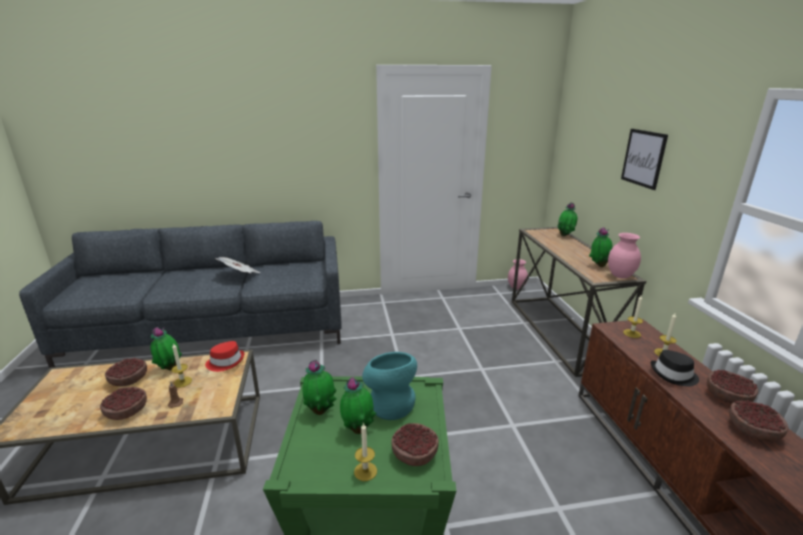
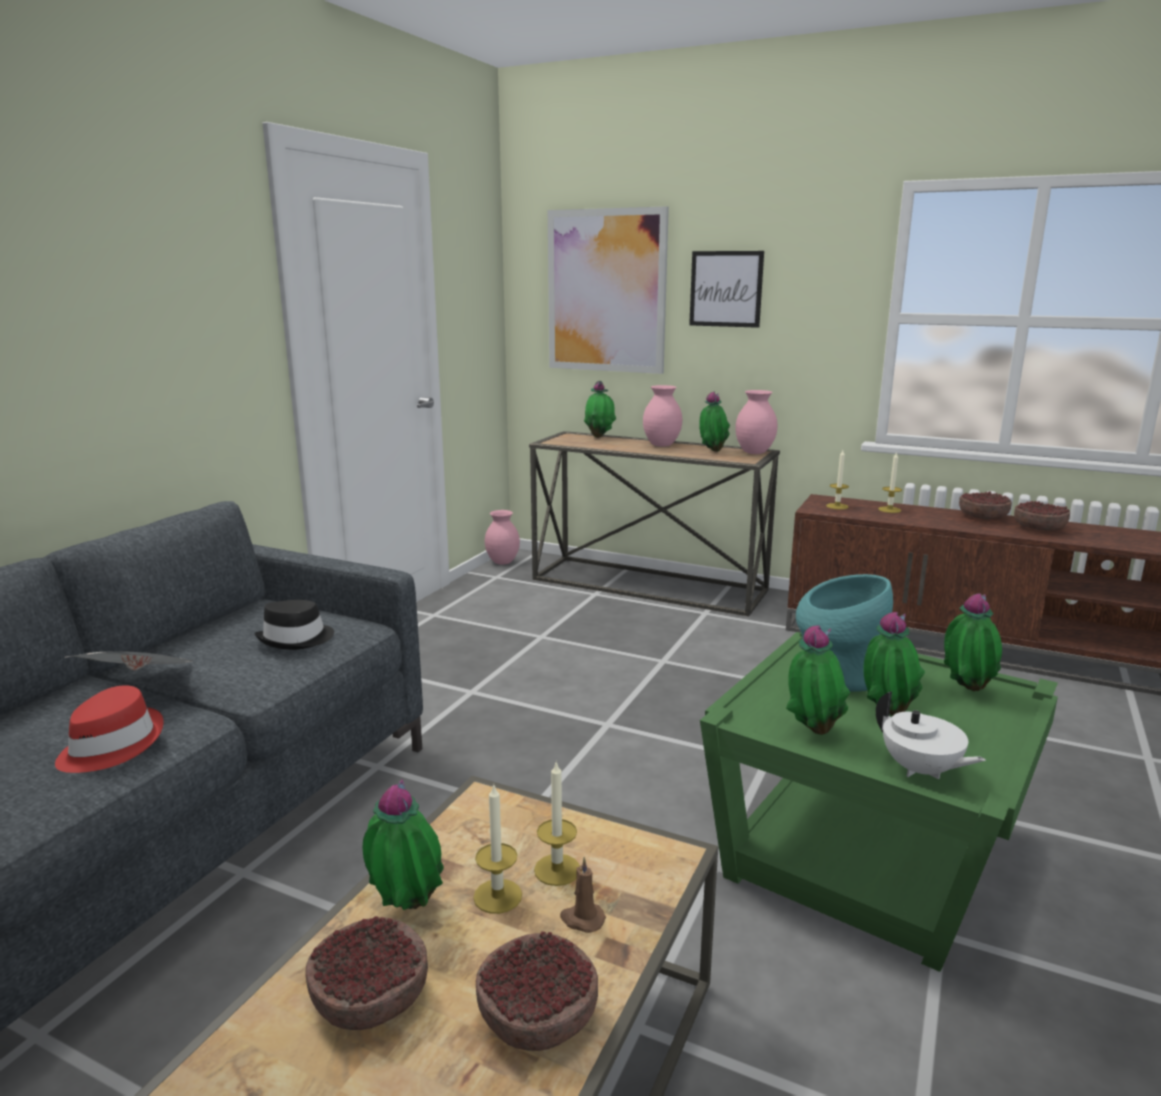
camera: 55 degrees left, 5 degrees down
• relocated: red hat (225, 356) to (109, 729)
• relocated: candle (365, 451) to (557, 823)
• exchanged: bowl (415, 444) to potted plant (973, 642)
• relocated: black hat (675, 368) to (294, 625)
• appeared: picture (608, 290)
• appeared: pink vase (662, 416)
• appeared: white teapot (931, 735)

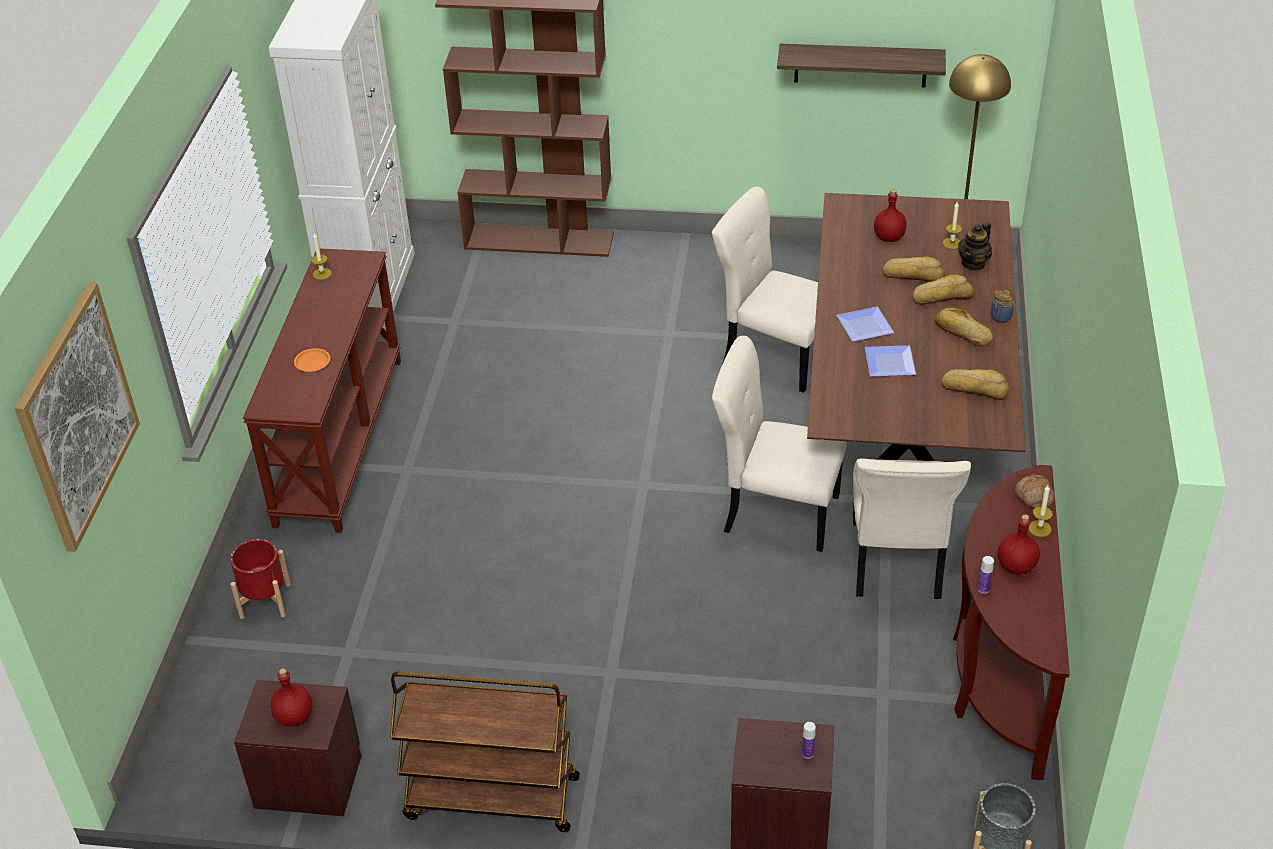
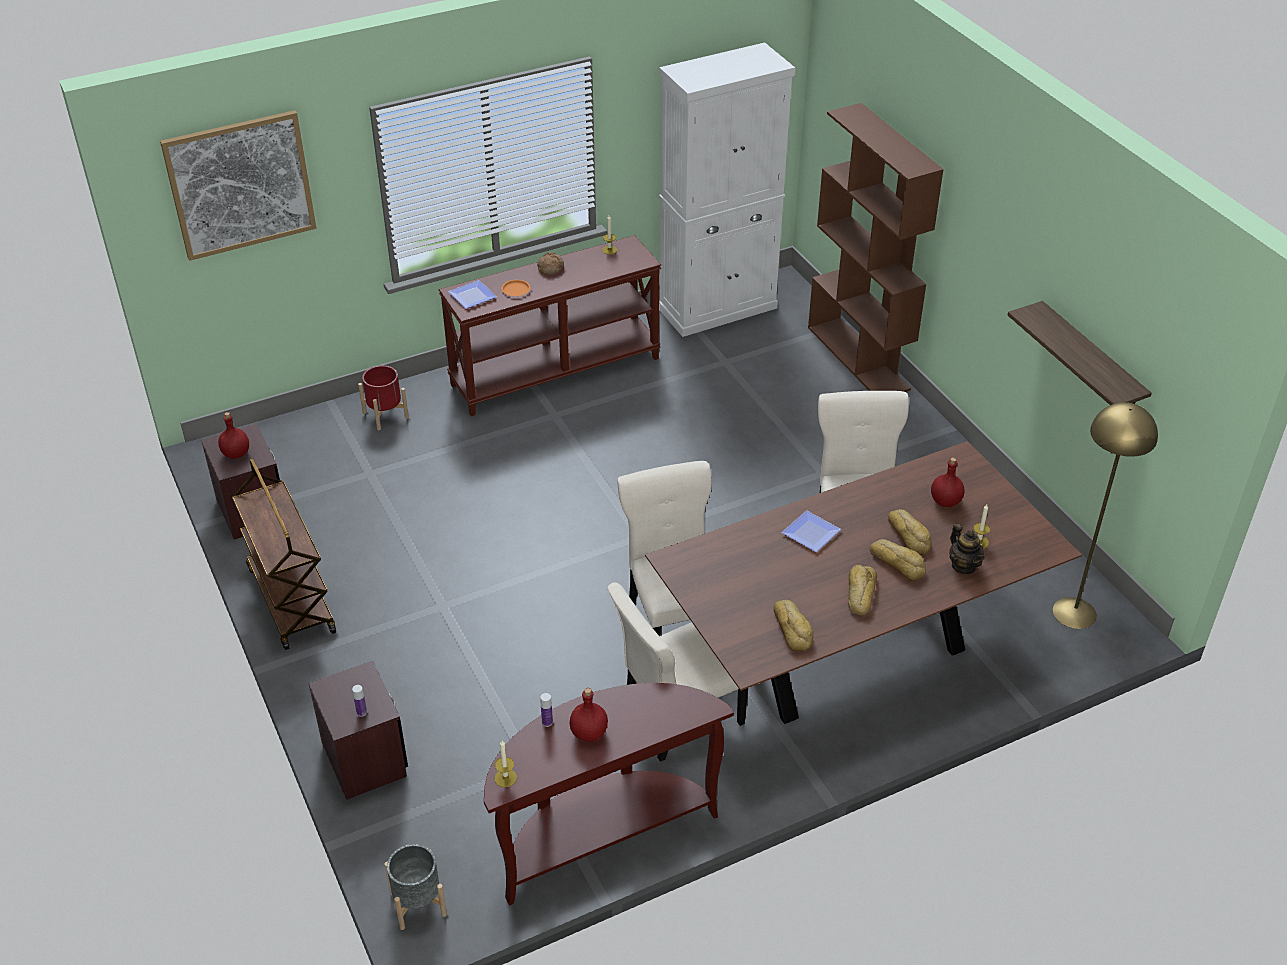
camera: 55 degrees right, 0 degrees up
• relocated: plate (890, 361) to (472, 294)
• spun: teapot (975, 246) = (967, 549) 120 degrees counterclockwise
• missing: jar (1002, 305)
• relocated: bread (1034, 491) to (550, 263)
• relocated: candle (1040, 511) to (506, 763)

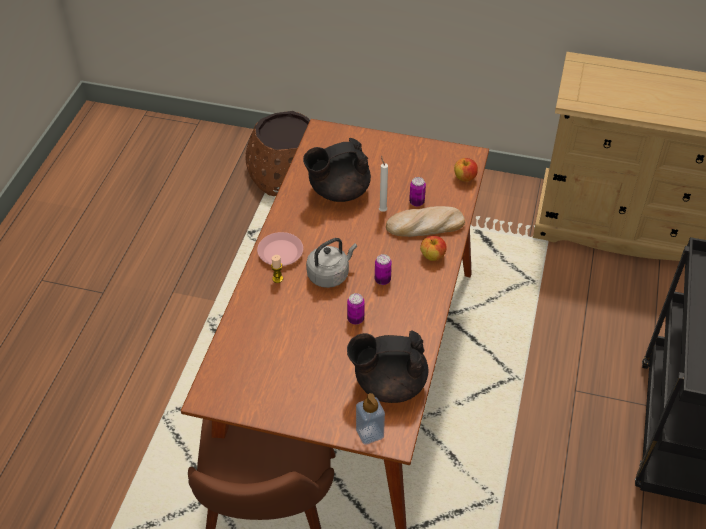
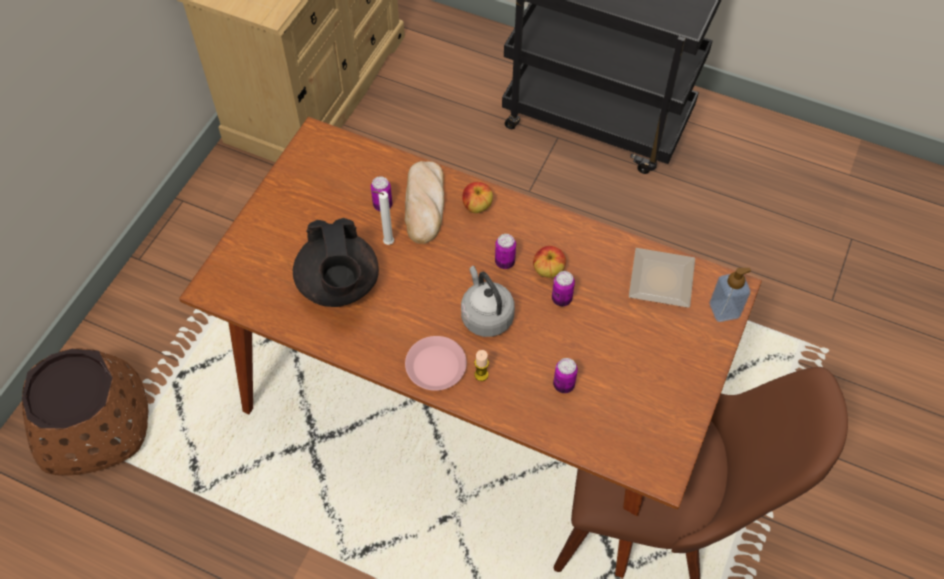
camera: 80 degrees left, 10 degrees up
• exchanged: black teapot (388, 366) to plate (662, 278)
• relocated: apple (466, 170) to (549, 262)
• appeared: can (565, 375)

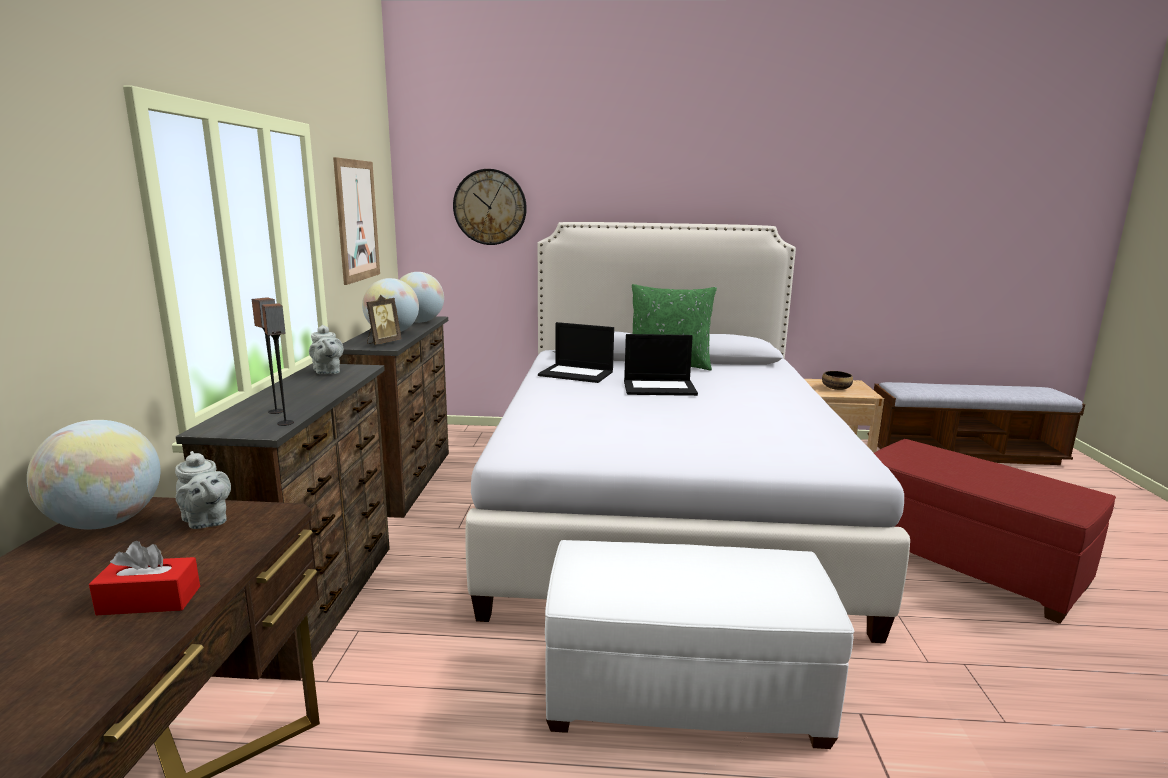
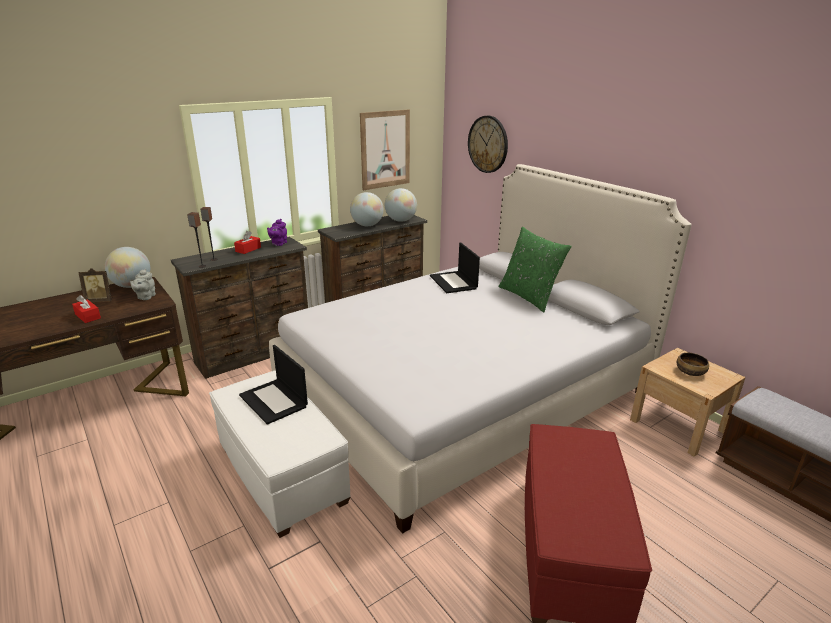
camera: 50 degrees right, 10 degrees up
• colour: grey teapot (326, 349) to purple teapot (277, 232)
• relocated: picture frame (384, 320) to (95, 285)
• relocated: laptop (661, 365) to (273, 385)
• appeared: red tissue box (247, 242)

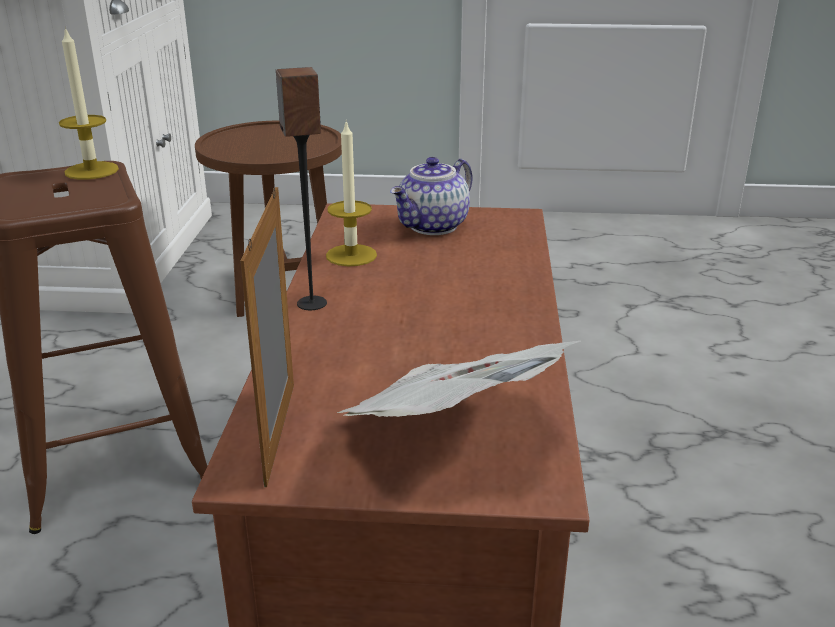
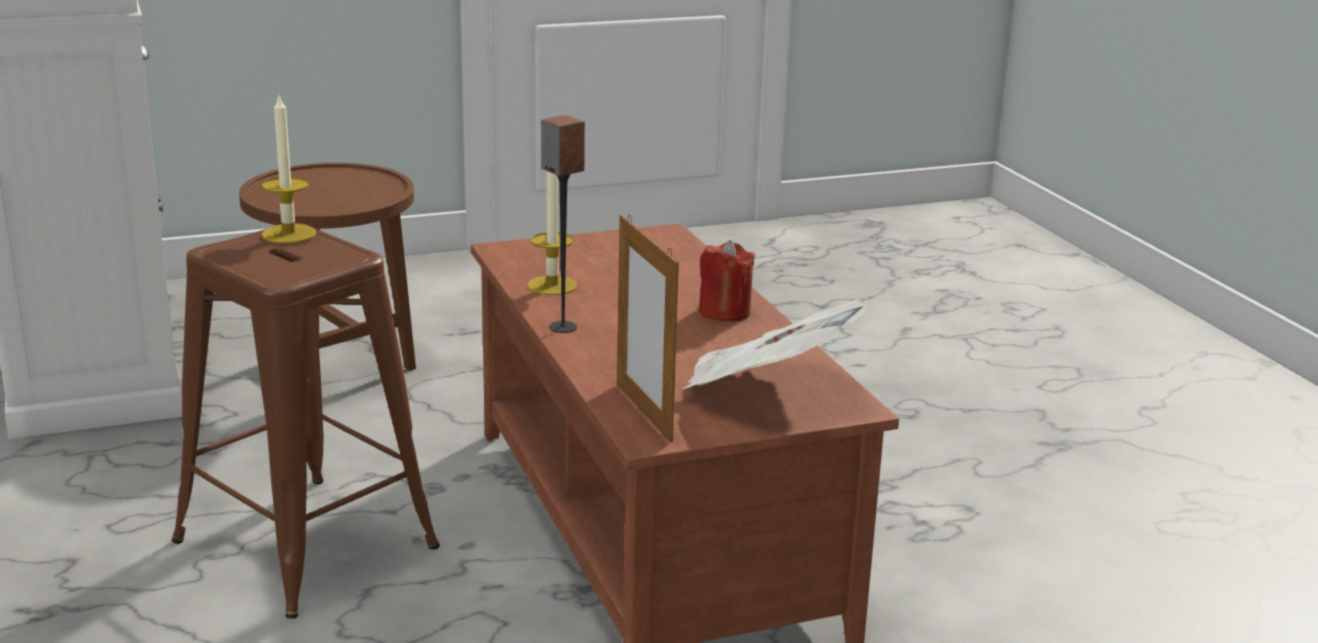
camera: 25 degrees left, 5 degrees down
• missing: teapot (431, 196)
• appeared: red candle (727, 280)

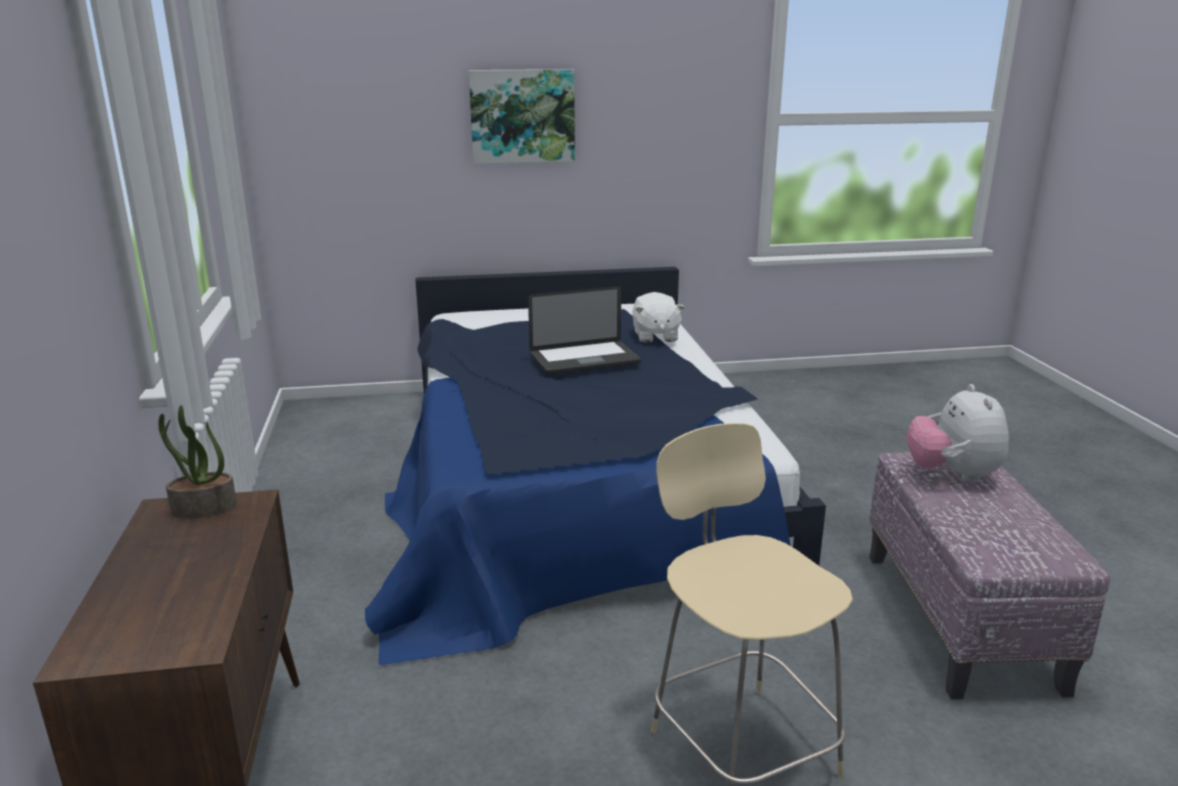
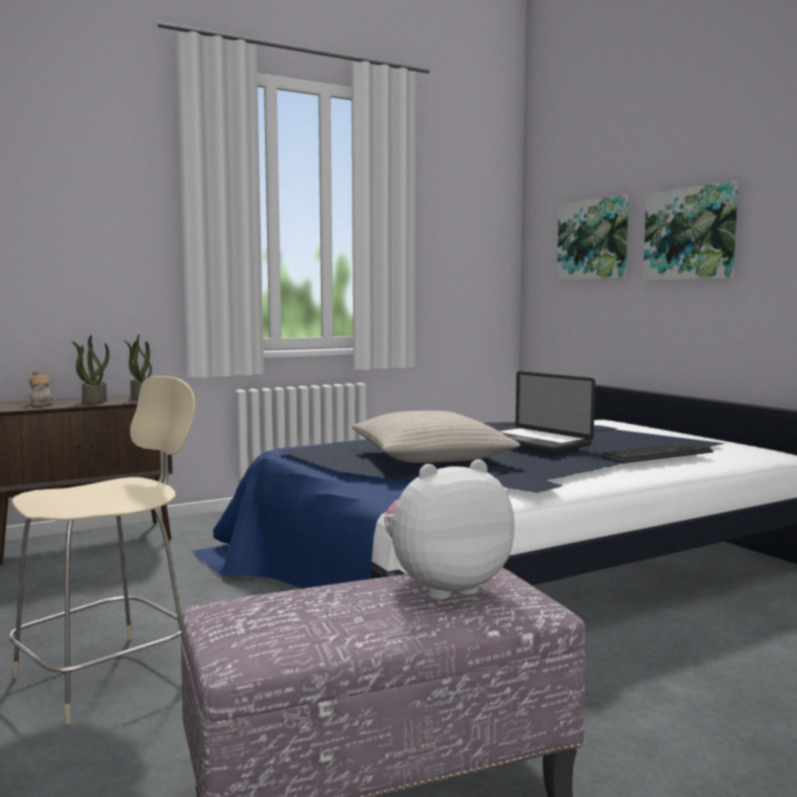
camera: 70 degrees right, 15 degrees down
• exchanged: white plush toy (658, 317) to keyboard (657, 453)
• appeared: teapot (41, 388)
• appeared: potted plant (91, 369)
• appeared: beige pillow (436, 437)
• appeared: picture (593, 238)

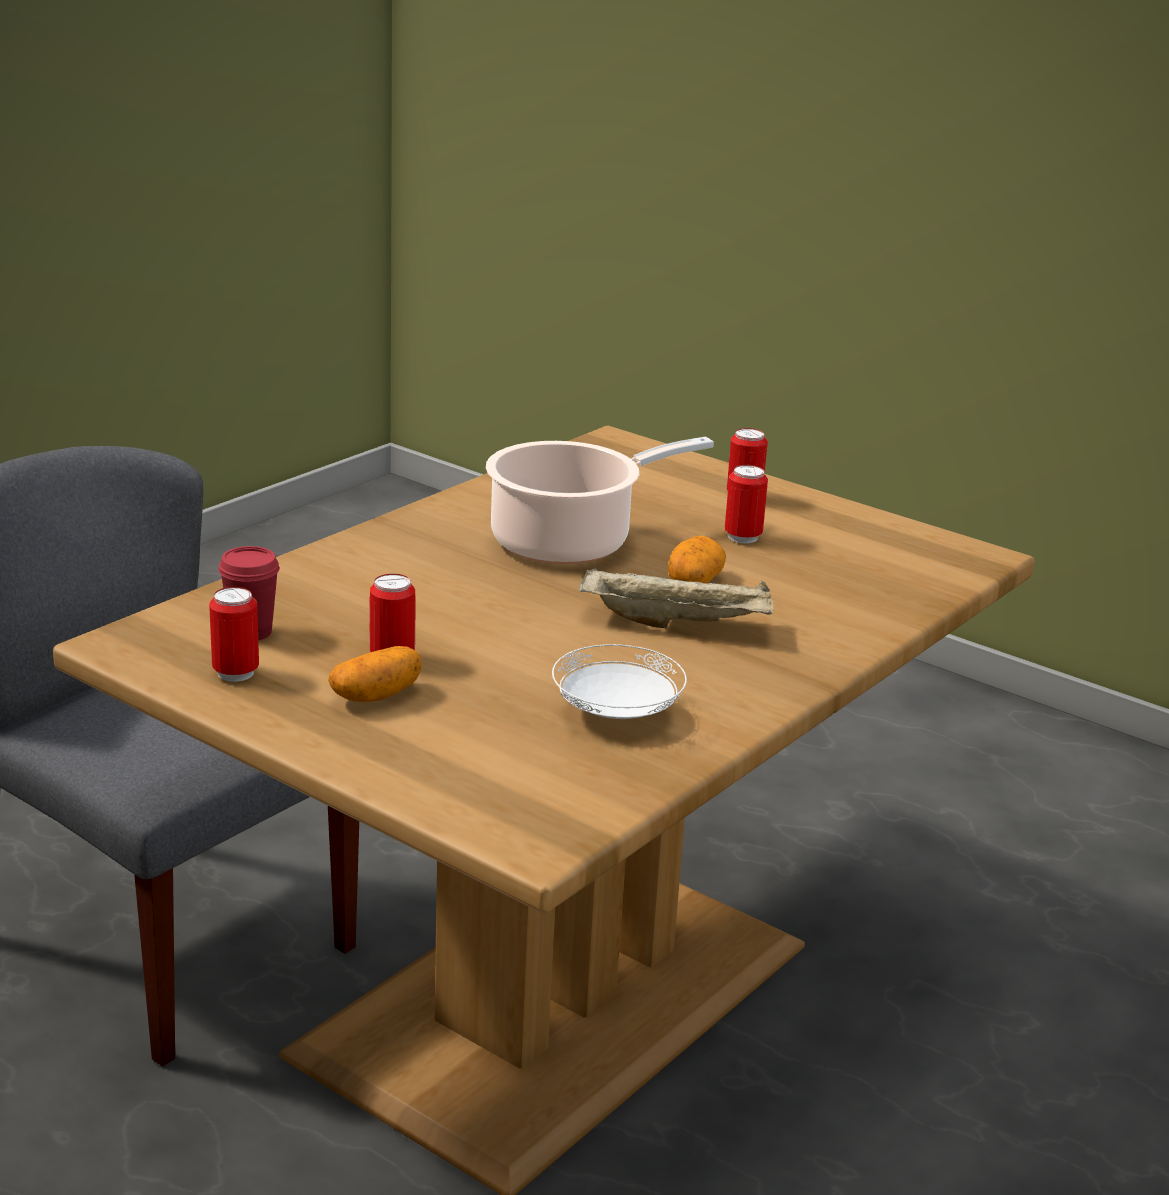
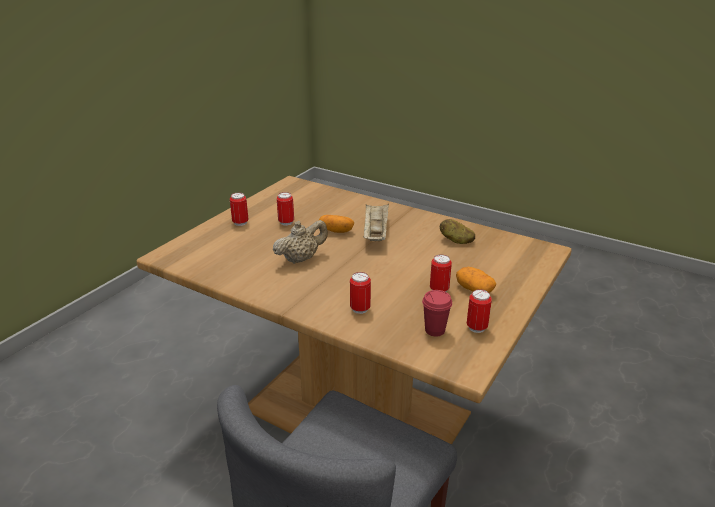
camera: 95 degrees left, 5 degrees up
• exchanged: cooking pot (600, 500) to beige teapot (300, 242)
• exchanged: white plate (619, 681) to potato (457, 231)
• appeared: can (360, 293)

